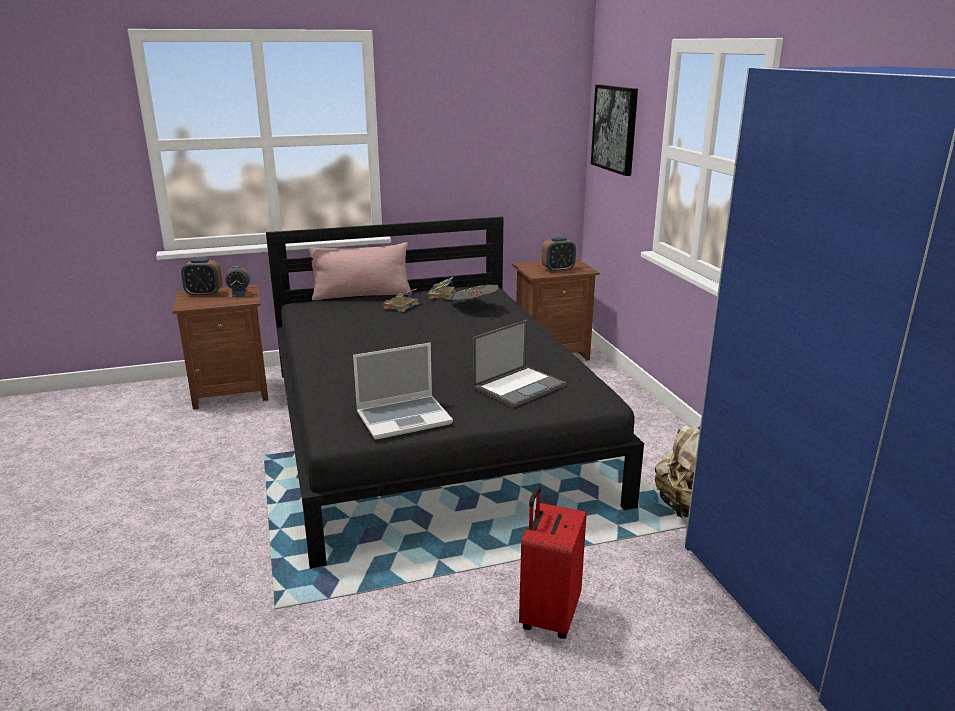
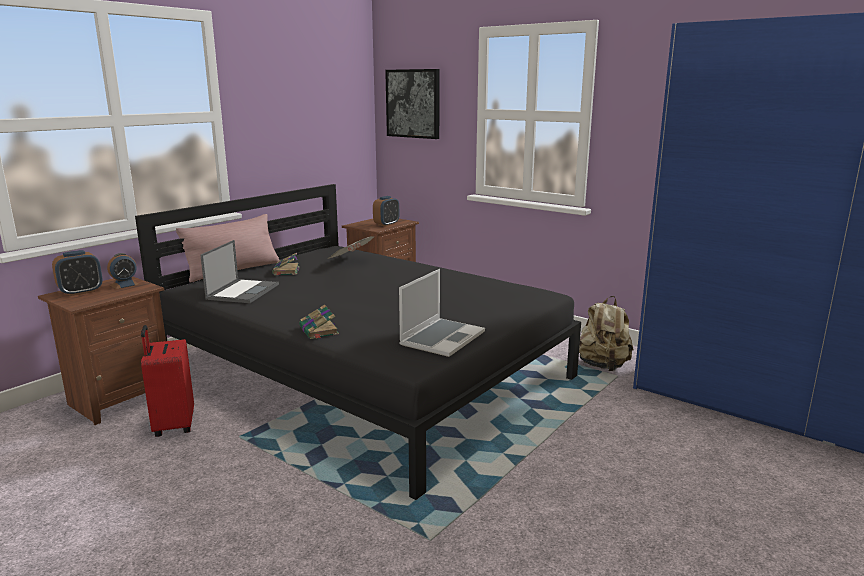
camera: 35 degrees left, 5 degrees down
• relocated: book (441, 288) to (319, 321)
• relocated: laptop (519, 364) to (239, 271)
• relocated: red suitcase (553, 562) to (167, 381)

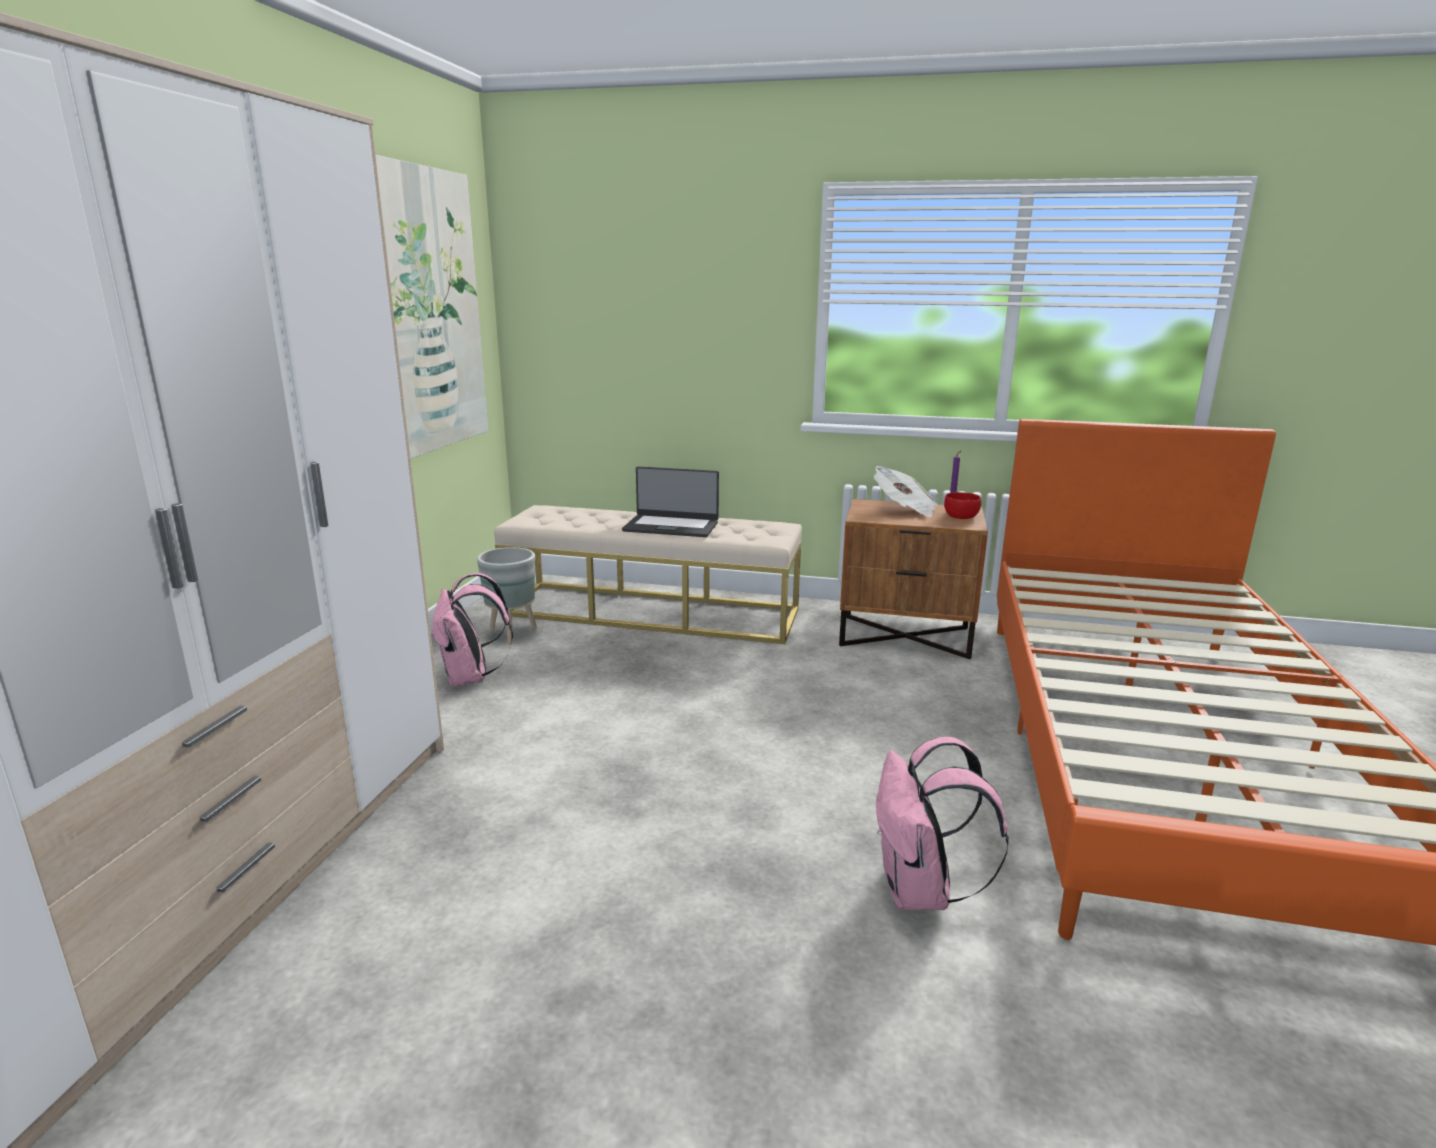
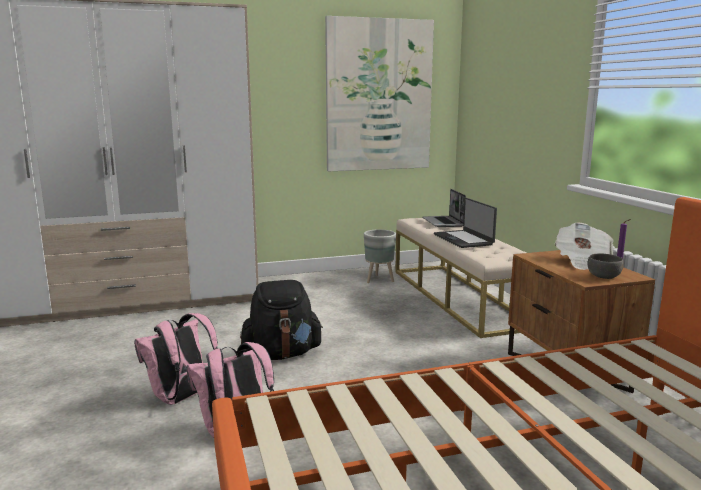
camera: 60 degrees right, 5 degrees down
• relocated: pink backpack (472, 629) to (176, 359)
• colour: red bowl (962, 505) to grey bowl (606, 266)
• appeared: black backpack (281, 320)
• appeared: laptop (444, 208)

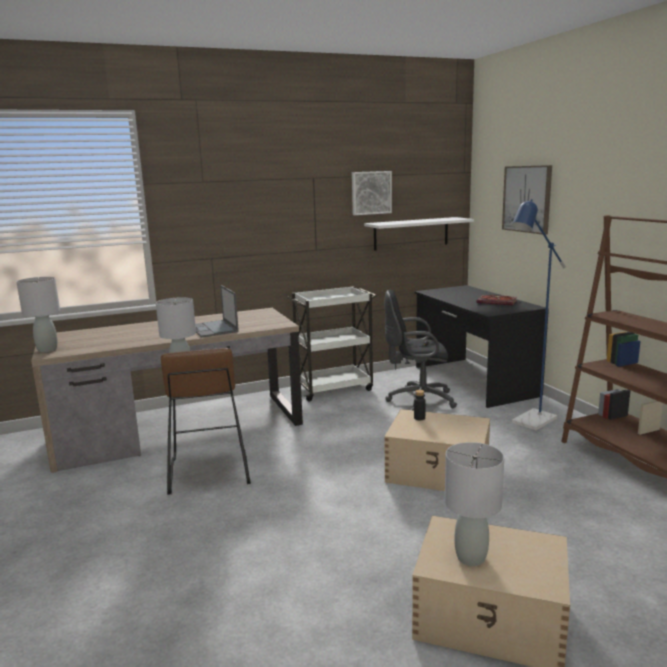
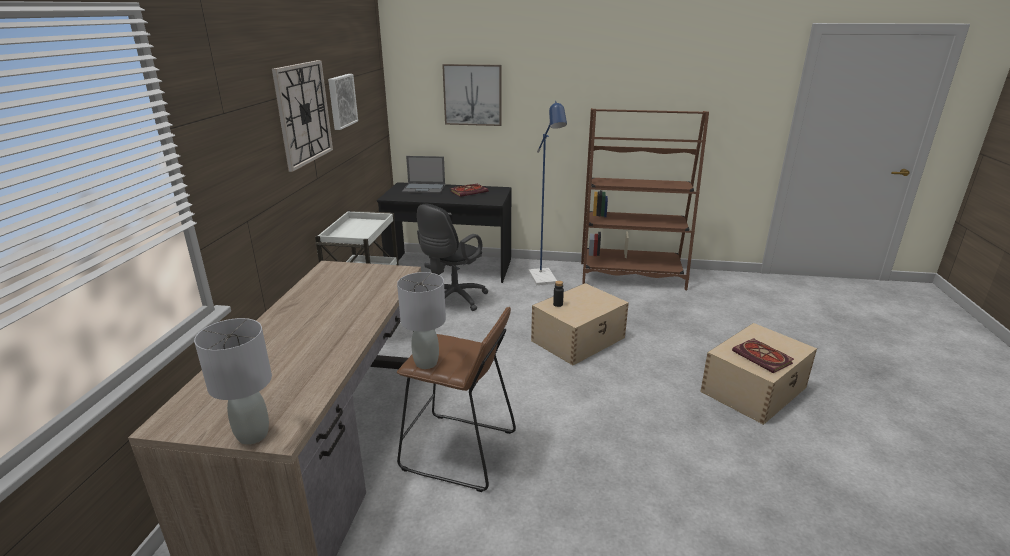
camera: 60 degrees left, 10 degrees up
• relocated: laptop (217, 311) to (423, 174)
• missing: white shelf (419, 234)
• exchanged: grey table lamp (474, 504) to book (763, 355)
• appeared: wall clock (302, 116)

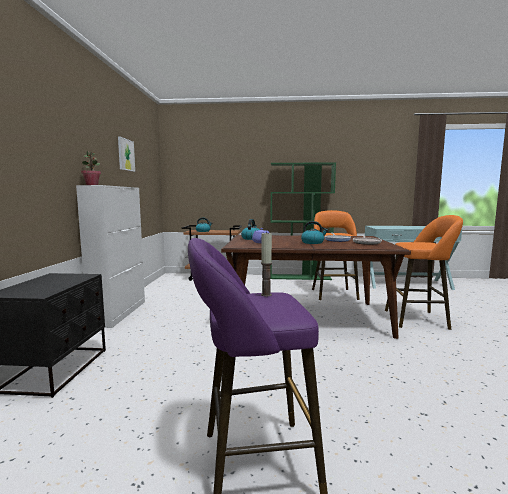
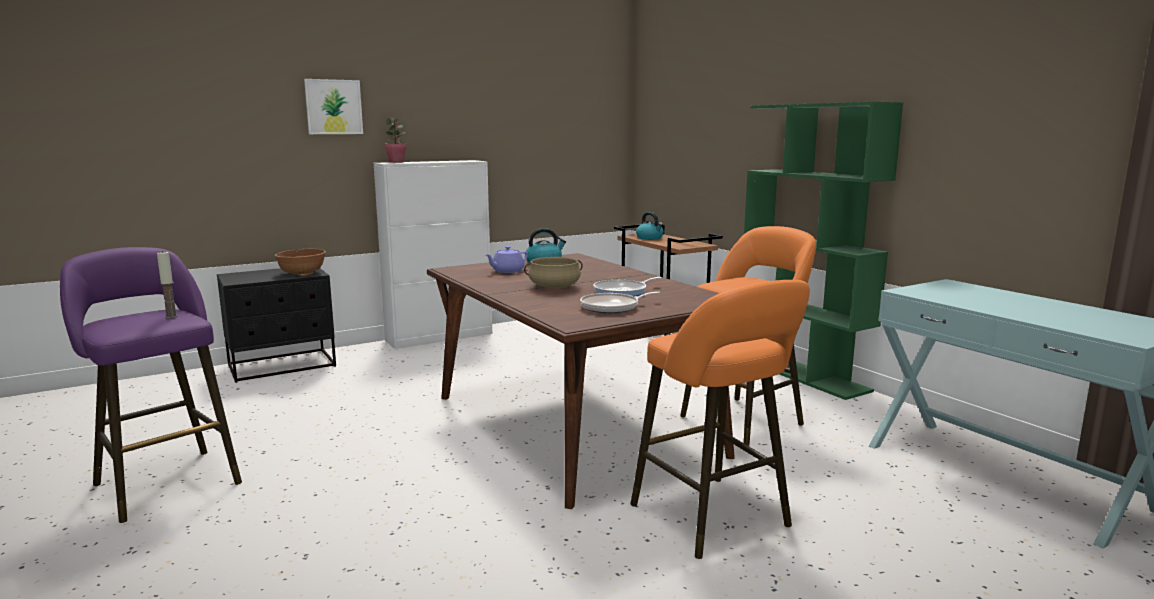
camera: 55 degrees right, 5 degrees up
• relocated: picture (126, 154) to (333, 106)
• exchanged: kettle (314, 232) to beige cooking pot (553, 272)
• appeared: brown bowl (300, 262)

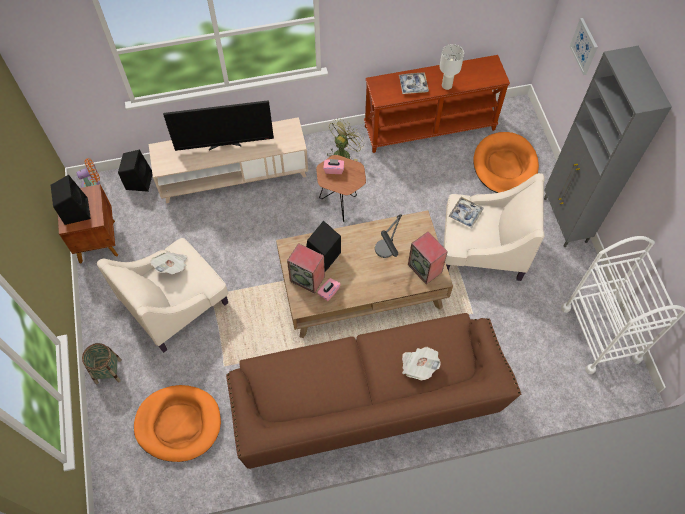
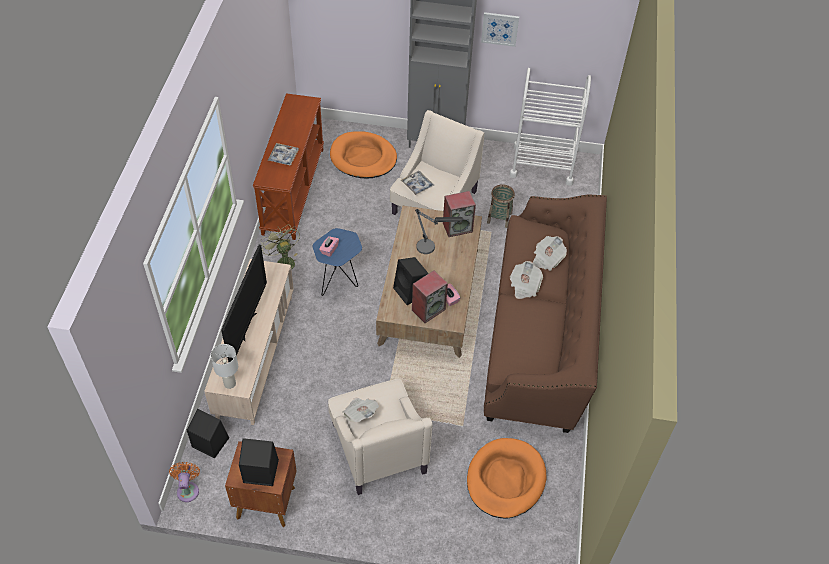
camera: 70 degrees left, 10 degrees down
• relocated: basket (102, 363) to (501, 206)
• colour: brown side table (341, 188) to blue side table (337, 262)
• relocated: white table lamp (452, 67) to (224, 366)
• relocated: picture (584, 46) to (500, 29)
• appeared: newspaper (526, 280)

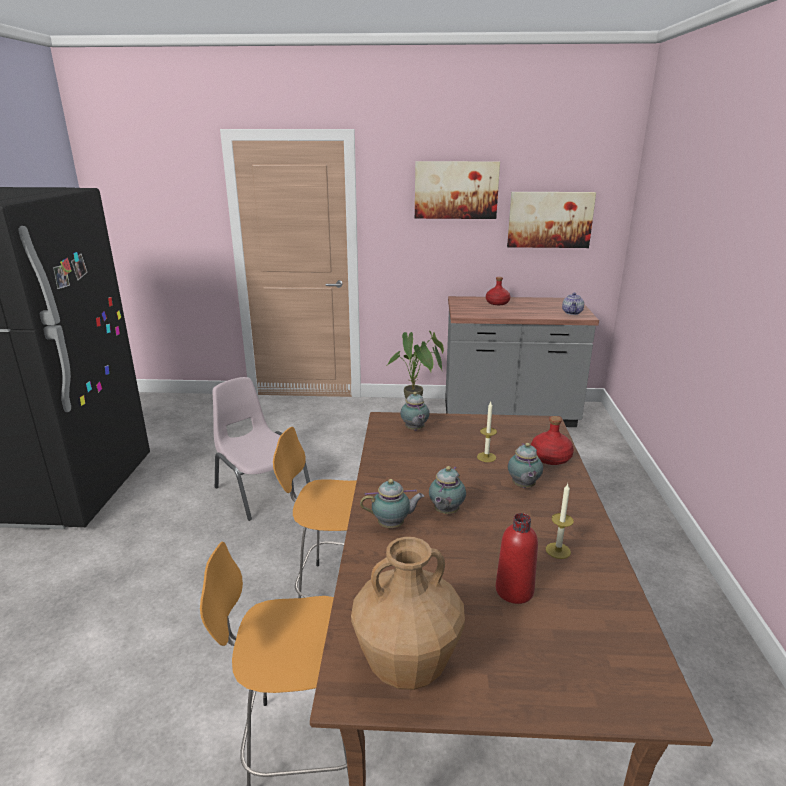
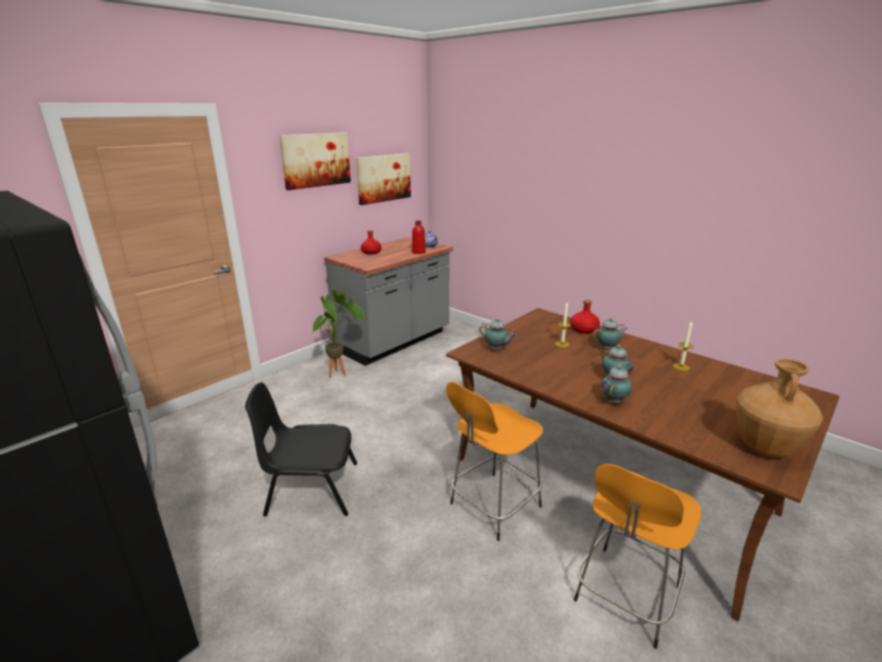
camera: 50 degrees left, 0 degrees up
• colour: pink chair (261, 449) to black chair (301, 449)
• relocated: red bottle (517, 558) to (419, 237)
• spun: teapot (525, 465) = (610, 333) 60 degrees counterclockwise

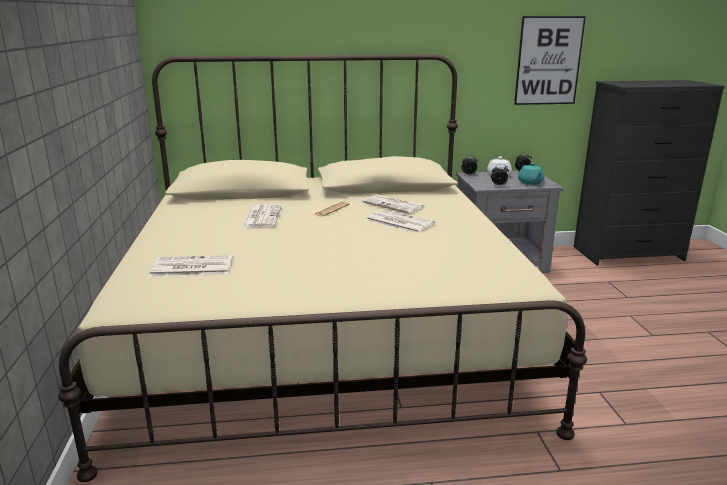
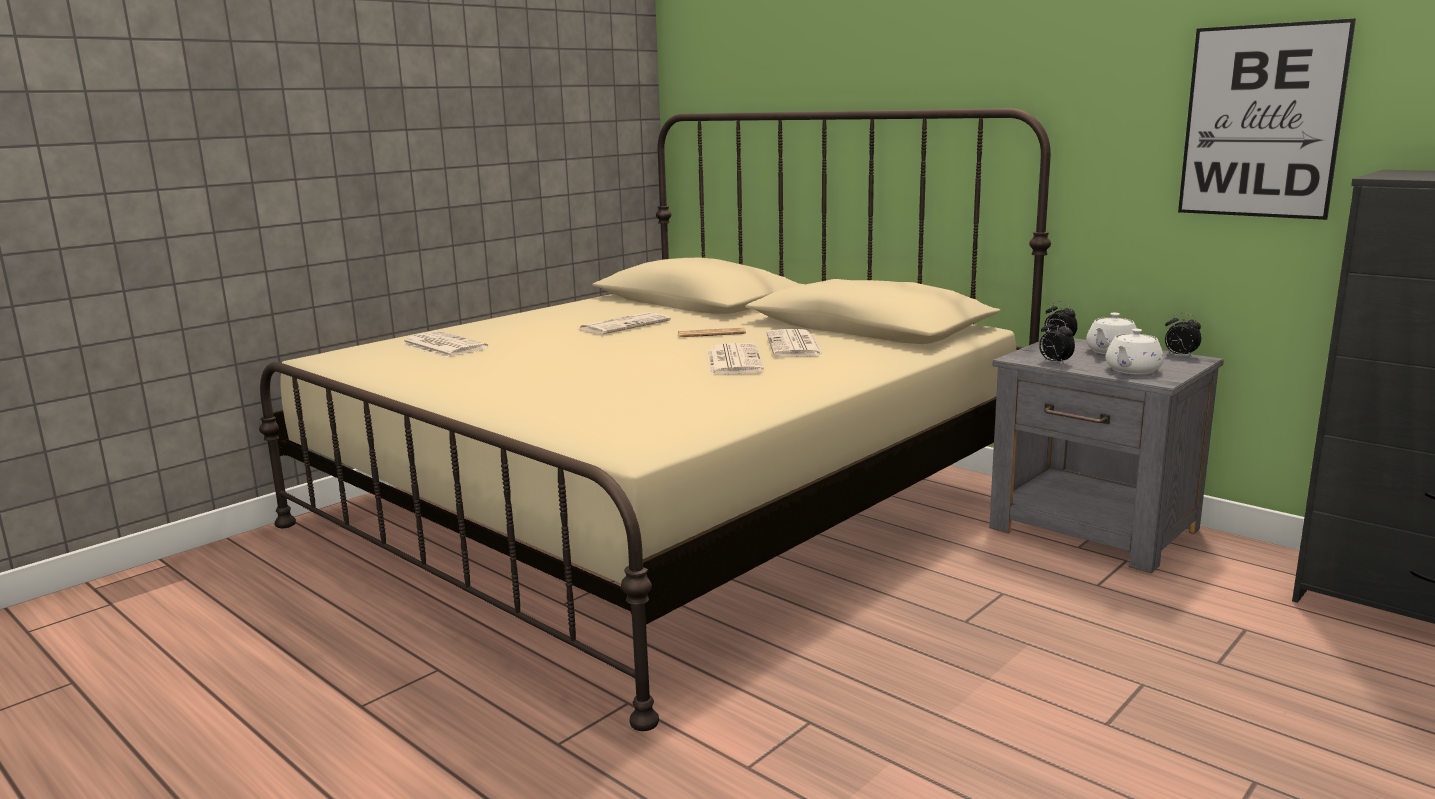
camera: 50 degrees right, 5 degrees down
• colour: turquoise teapot (531, 174) to white teapot (1134, 351)

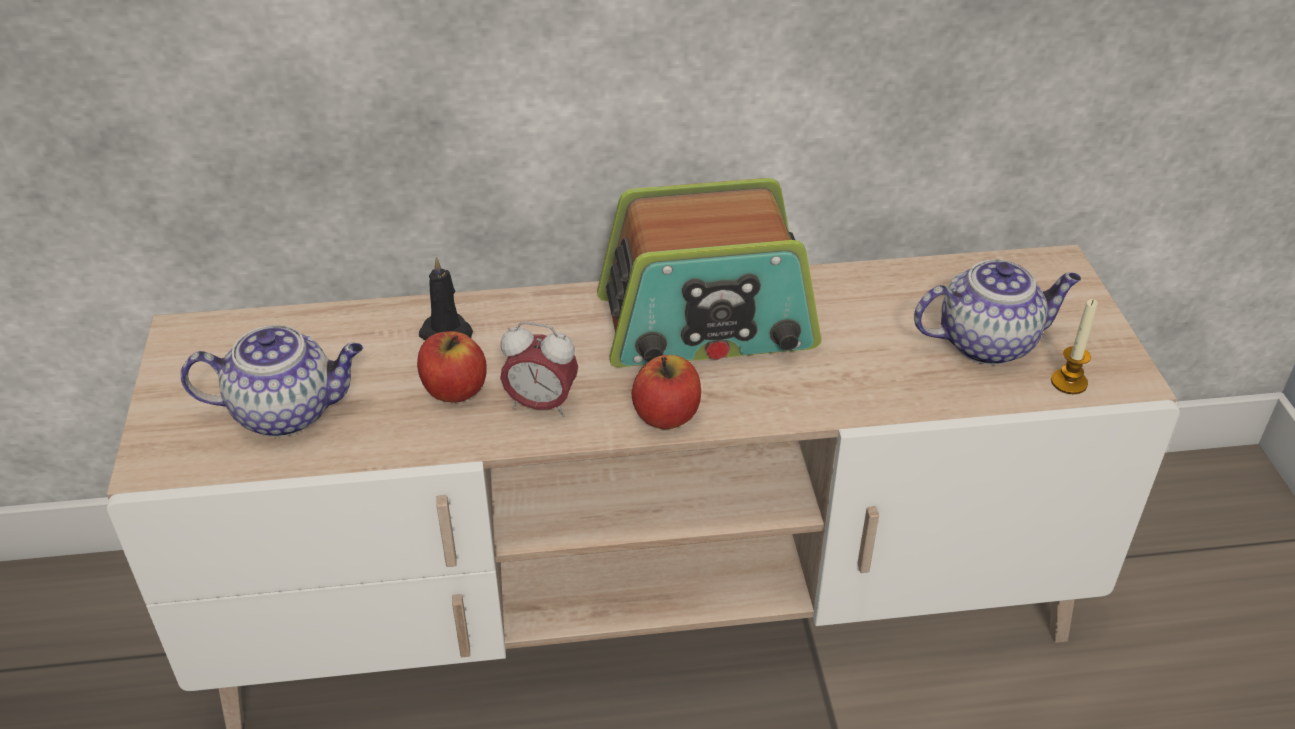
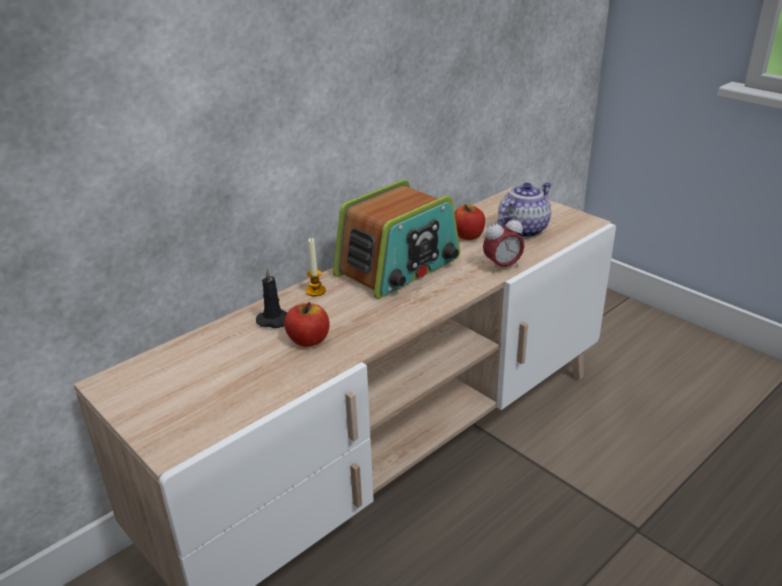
camera: 35 degrees left, 10 degrees down
• missing: teapot (271, 381)
• relocated: alarm clock (539, 369) to (504, 244)
• relocated: apple (666, 392) to (470, 222)
• relocated: candle (1074, 346) to (316, 267)

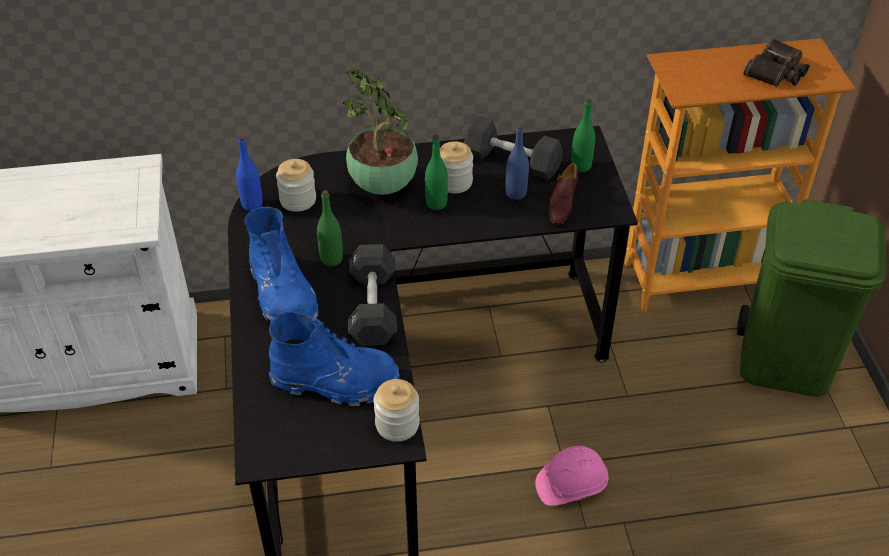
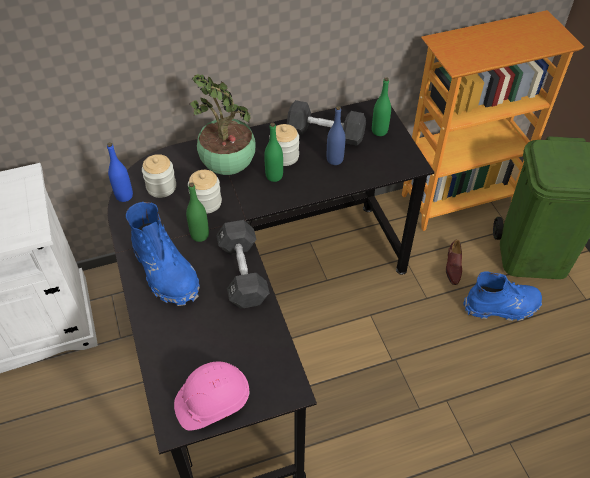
camera: 10 degrees left, 5 degrees up
• relocated: blue boot (334, 358) to (502, 296)
• relocated: jar (396, 410) to (205, 192)
• relocated: pink hard hat (572, 476) to (211, 396)
• relocated: brown shoe (564, 194) to (454, 262)
• missing: binoculars (776, 62)

